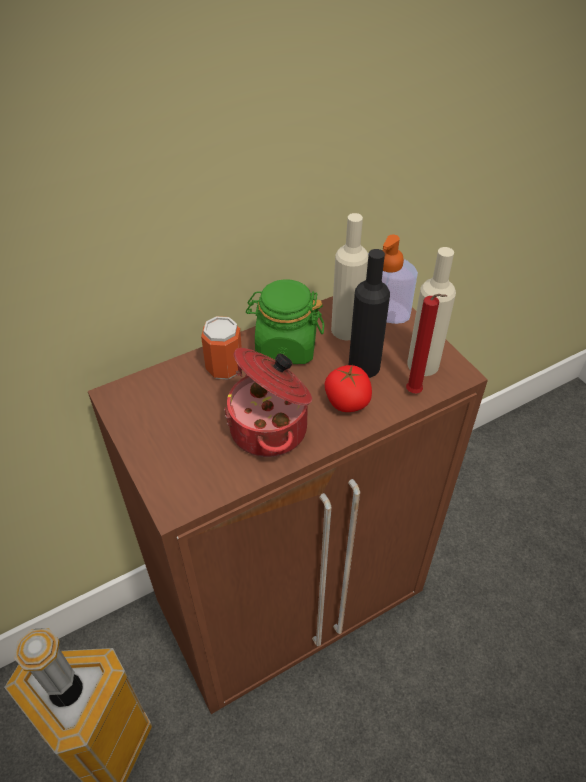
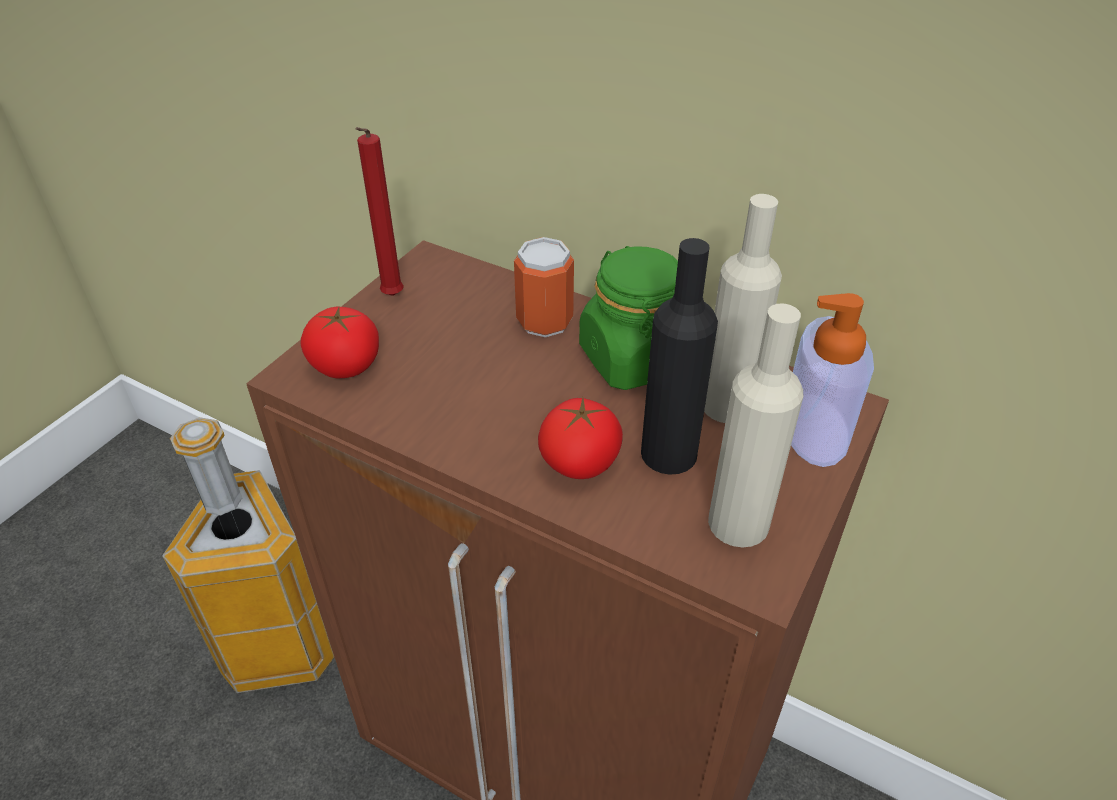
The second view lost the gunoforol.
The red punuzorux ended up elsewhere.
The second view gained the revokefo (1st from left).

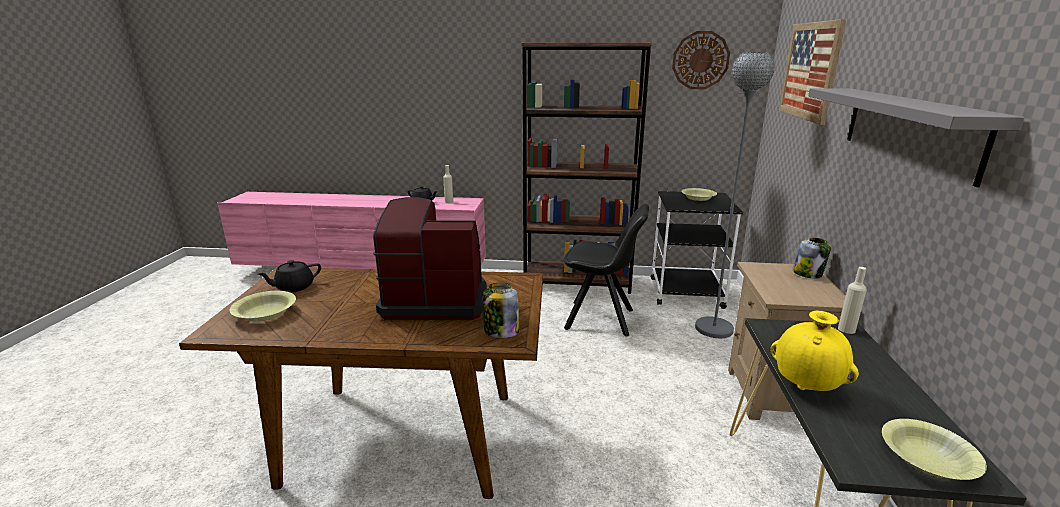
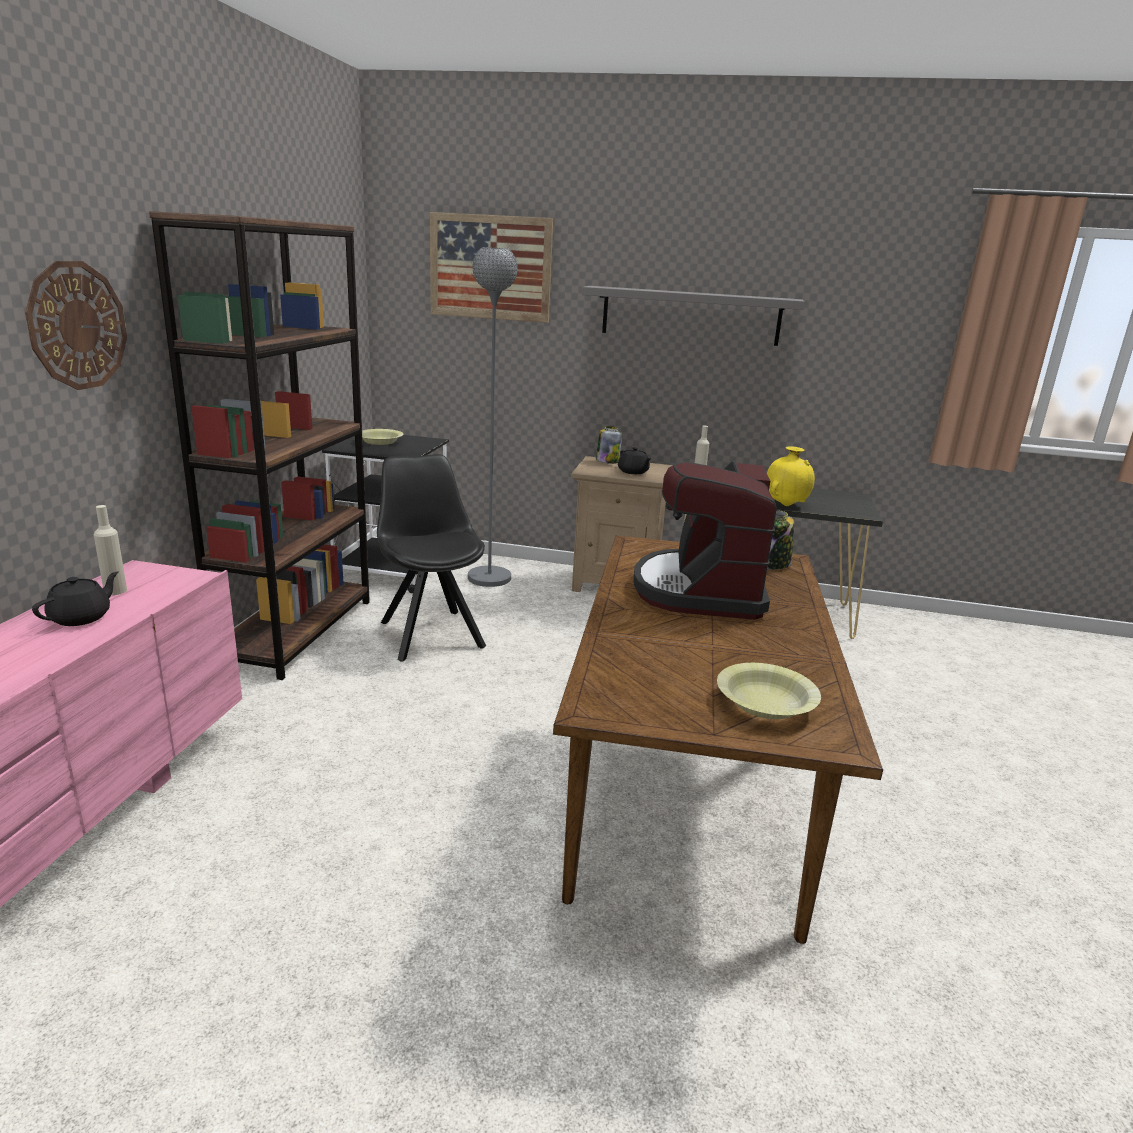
The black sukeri (1st from left in the first image) ended up elsewhere.
The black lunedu ended up facing another way, 45 degrees counterclockwise from before.
The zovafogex ended up elsewhere.
The second view lost the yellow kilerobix (3rd from left).

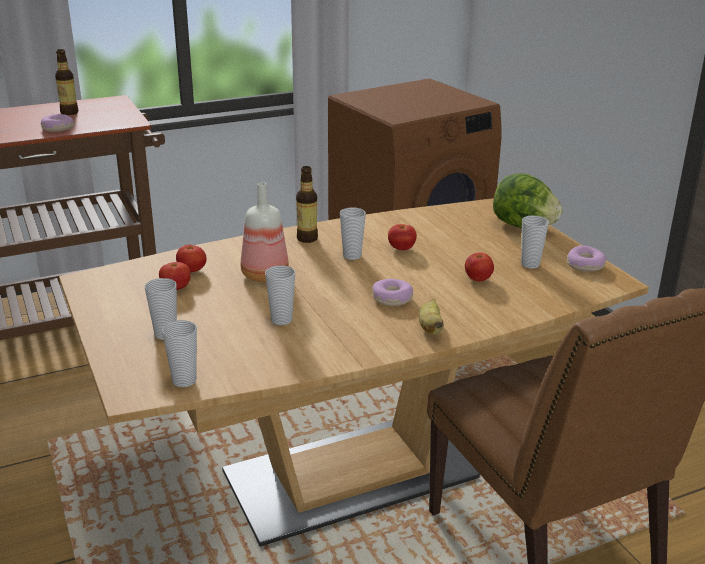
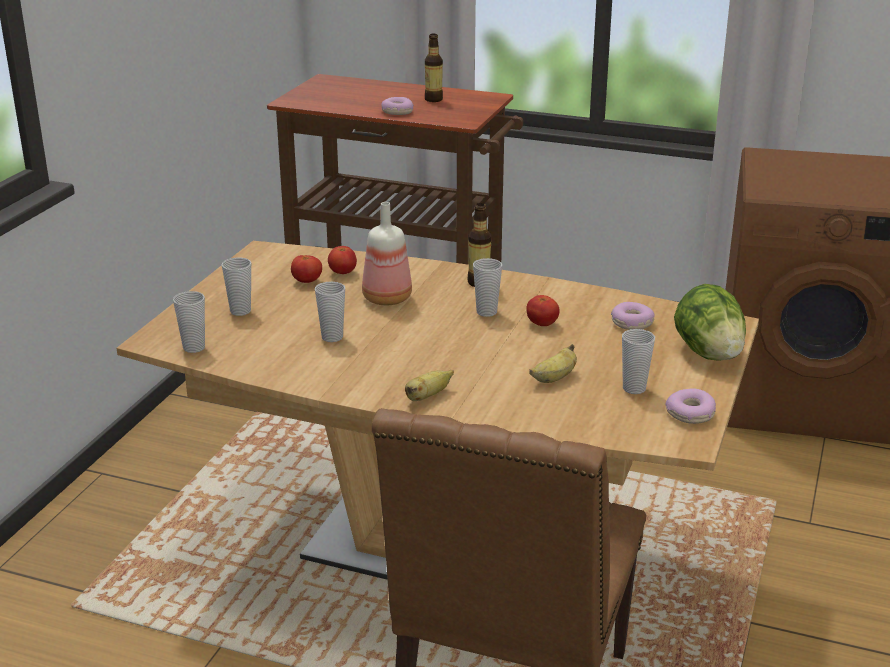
The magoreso (2nd from left) ended up elsewhere.
Where the revokefo (4th from left) stood, the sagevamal (2nd from left) came to stand.

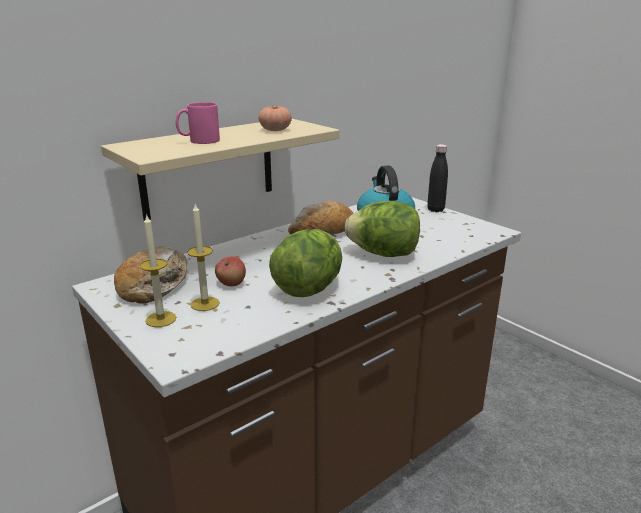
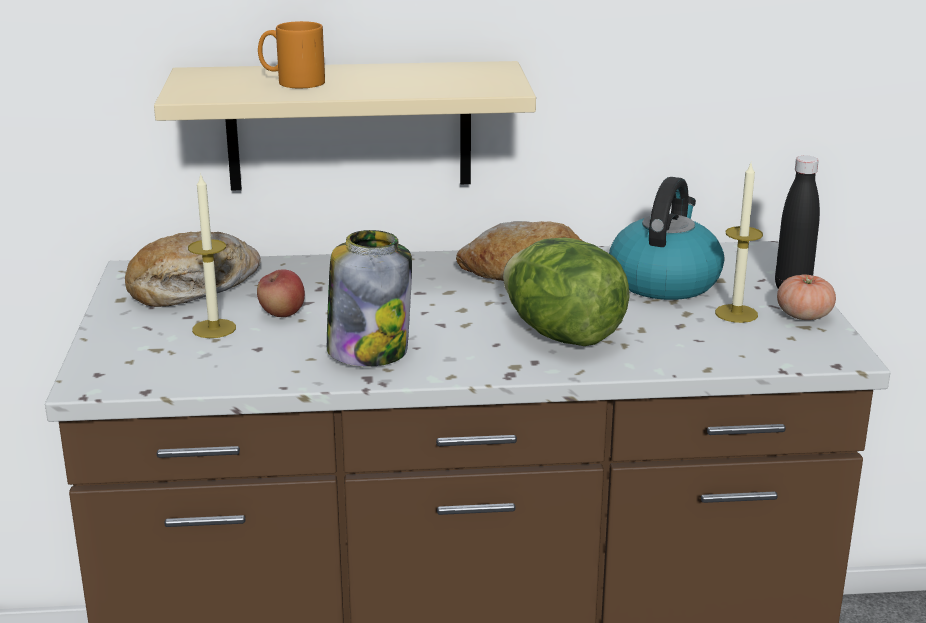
The punuzorux (1st from left in the first image) ended up elsewhere.
What was the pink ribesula turned into the orange ribesula.
The revokefo ended up elsewhere.
Where the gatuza (1st from left) stood, the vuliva came to stand.

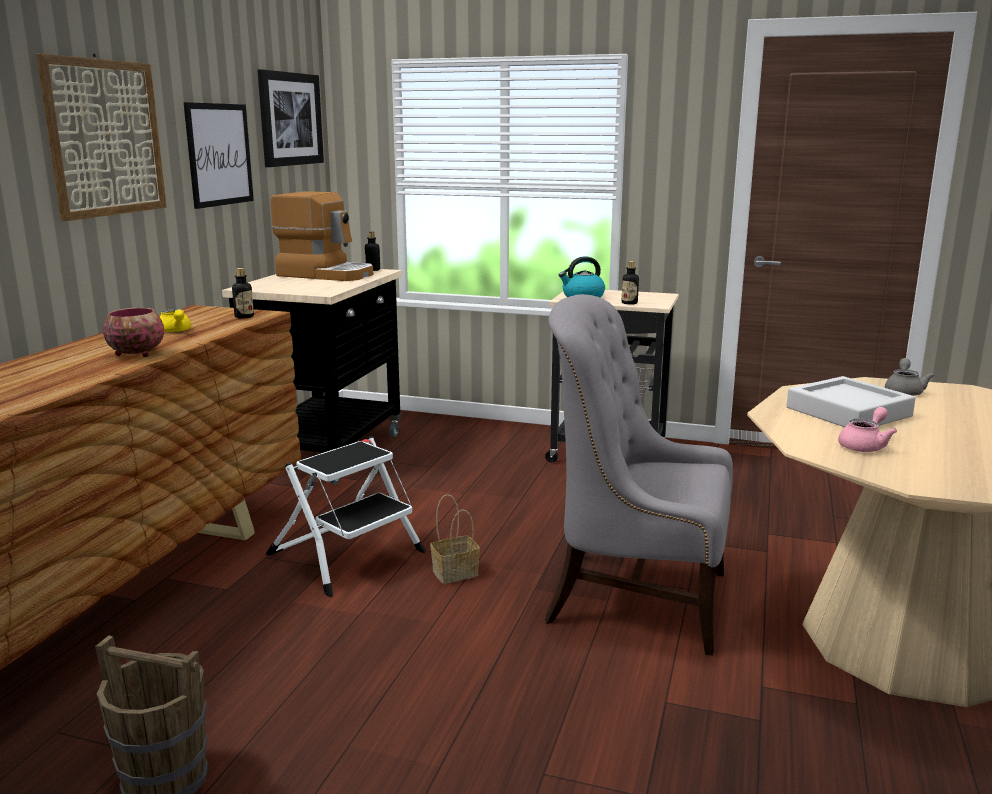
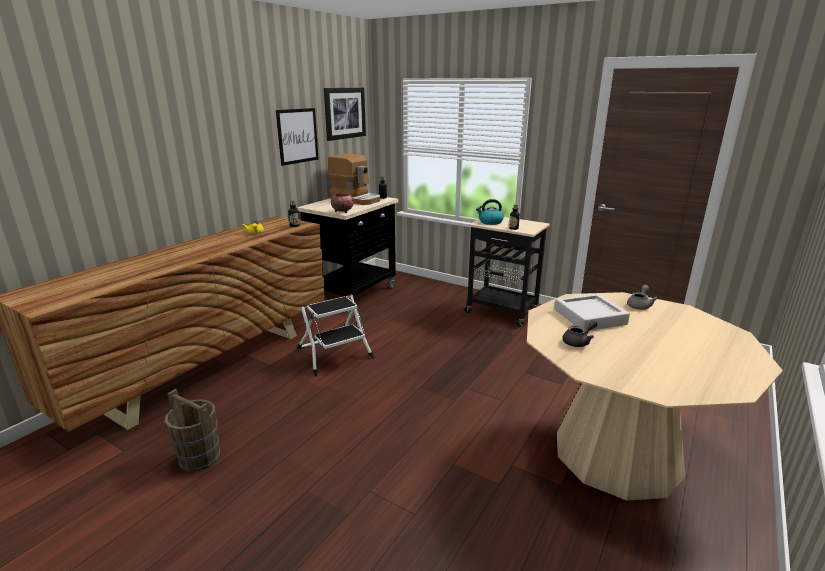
The second view lost the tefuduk (1st from left).
The kilerobix ended up elsewhere.
The second view lost the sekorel.
The second view lost the grey lunedu.
What was the pink sukeri turned into the grey sukeri (1st from left).

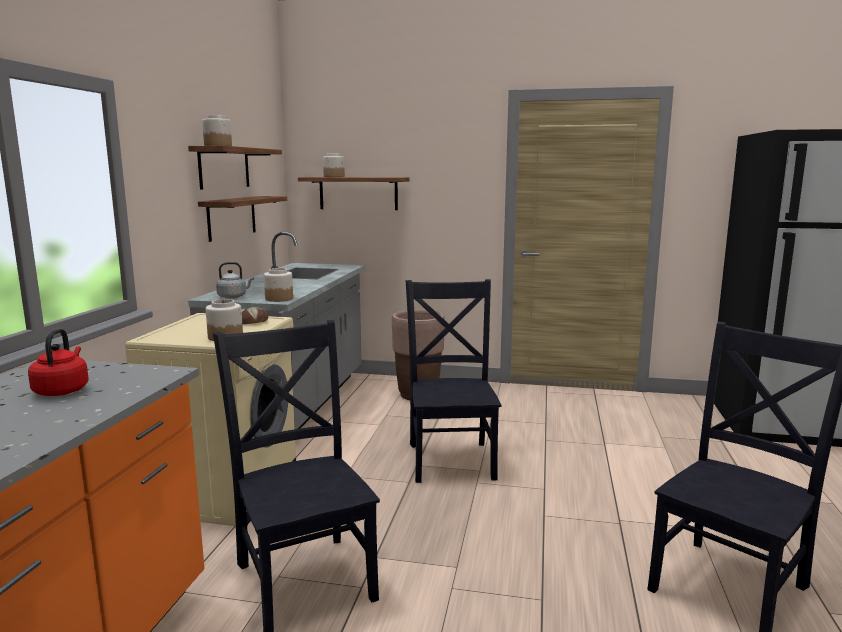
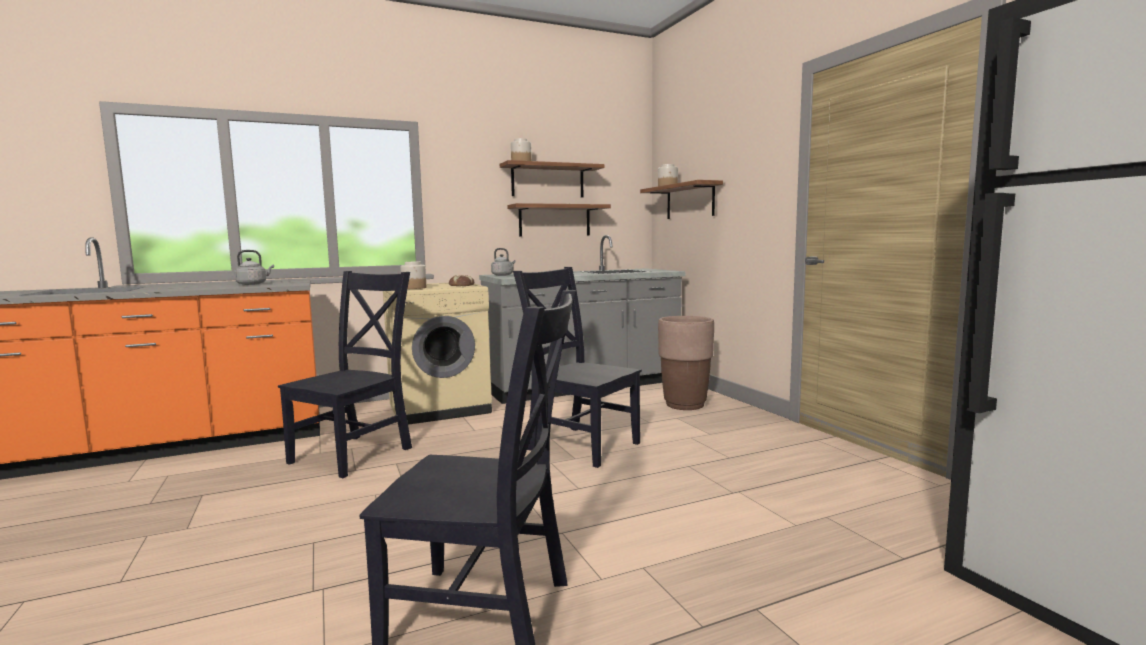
What was the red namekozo turned into the grey namekozo (1st from left).
The second view lost the vuliva (3rd from left).
The black lunedu (2nd from left in the first image) ended up facing another way, 105 degrees counterclockwise from before.

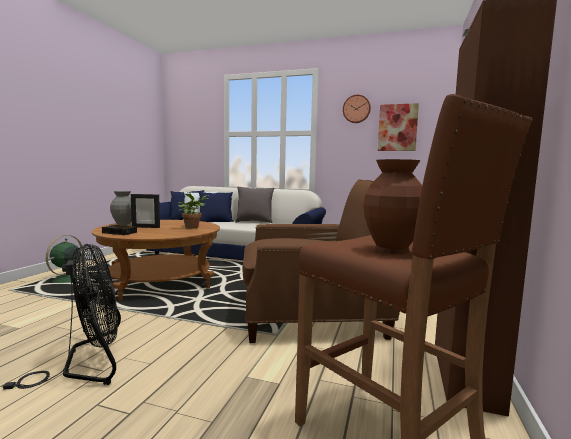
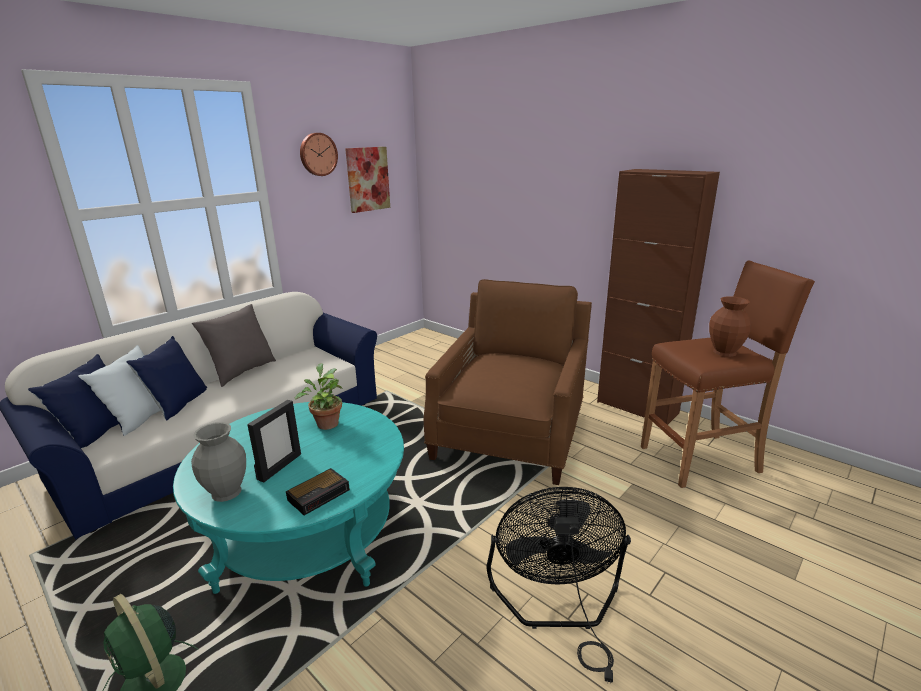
What was the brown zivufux turned into the turquoise zivufux.

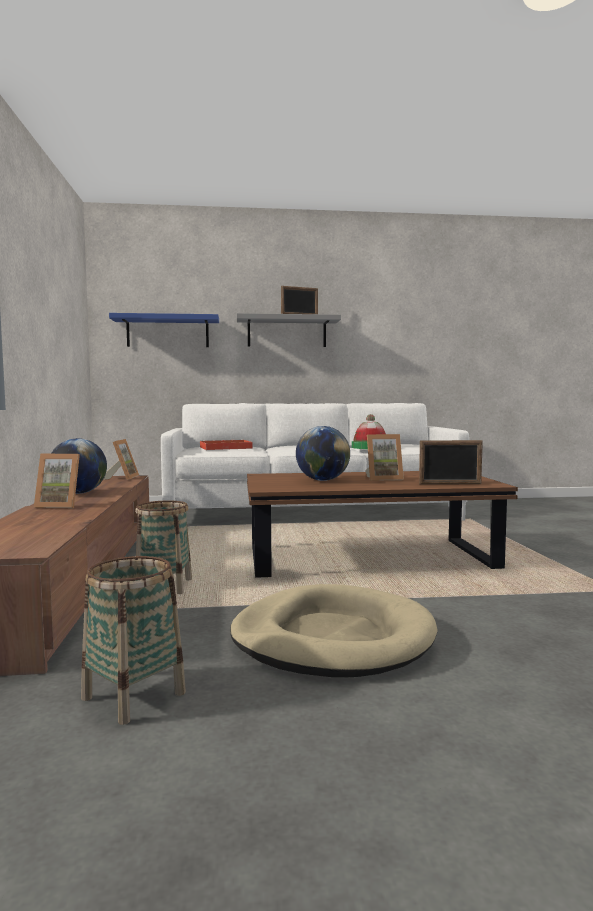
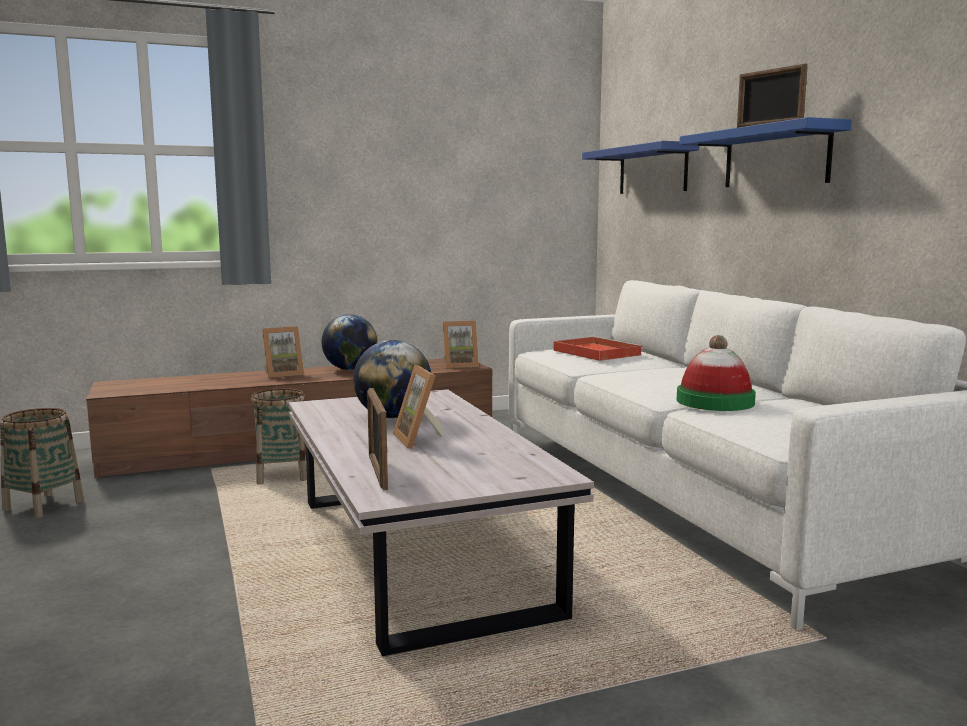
The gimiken (1st from left) ended up facing another way, 105 degrees counterclockwise from before.
The second view lost the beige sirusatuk.
What was the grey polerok turned into the blue polerok (2nd from left).
What was the brown zivufux turned into the white zivufux.

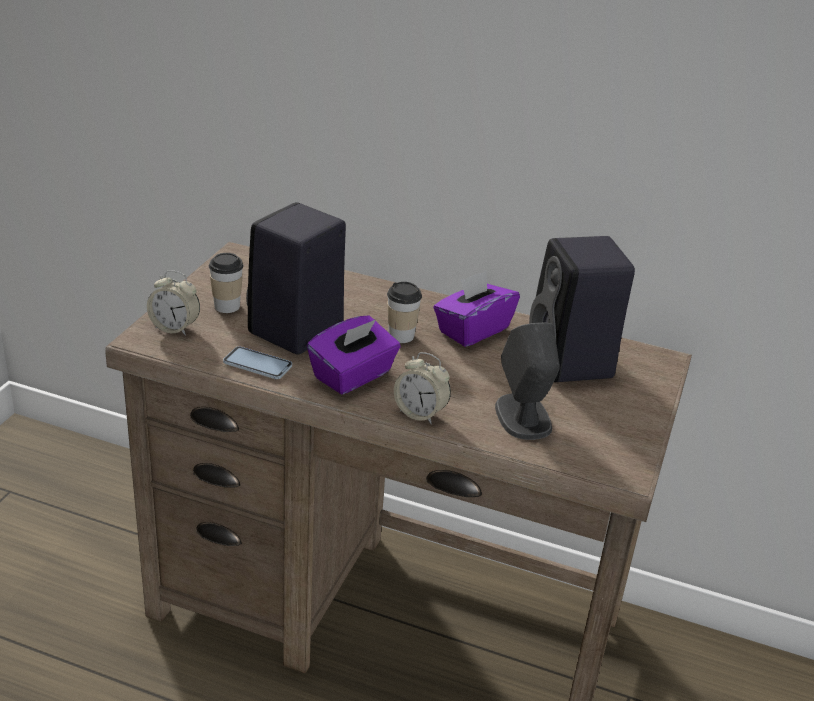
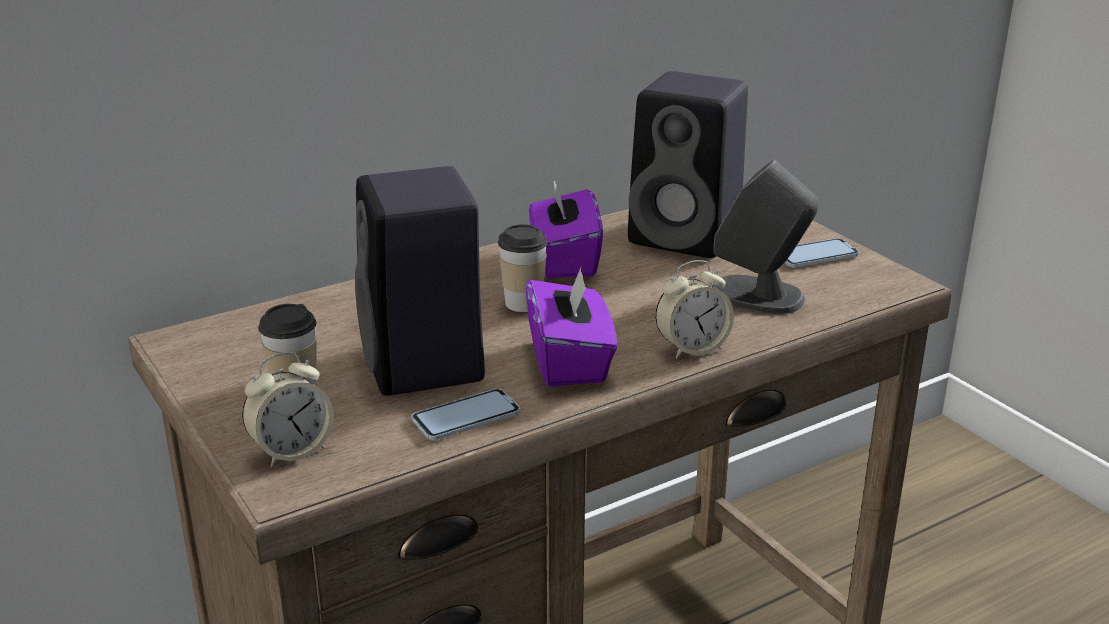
The second view gained the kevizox (2nd from left).

